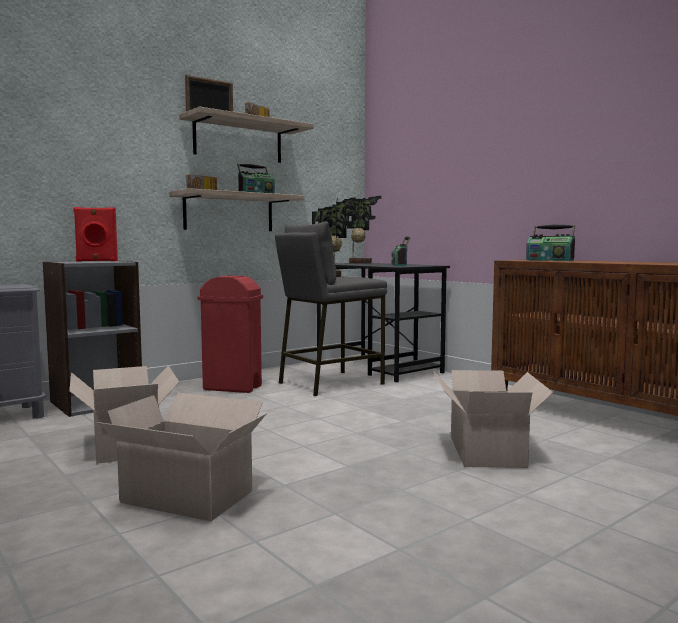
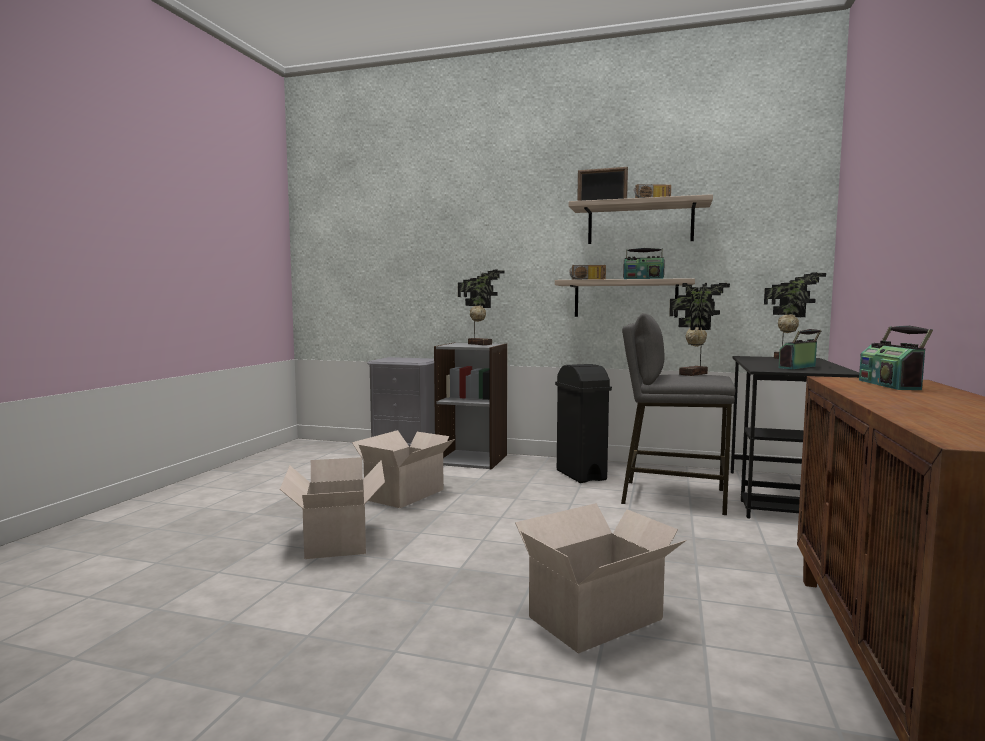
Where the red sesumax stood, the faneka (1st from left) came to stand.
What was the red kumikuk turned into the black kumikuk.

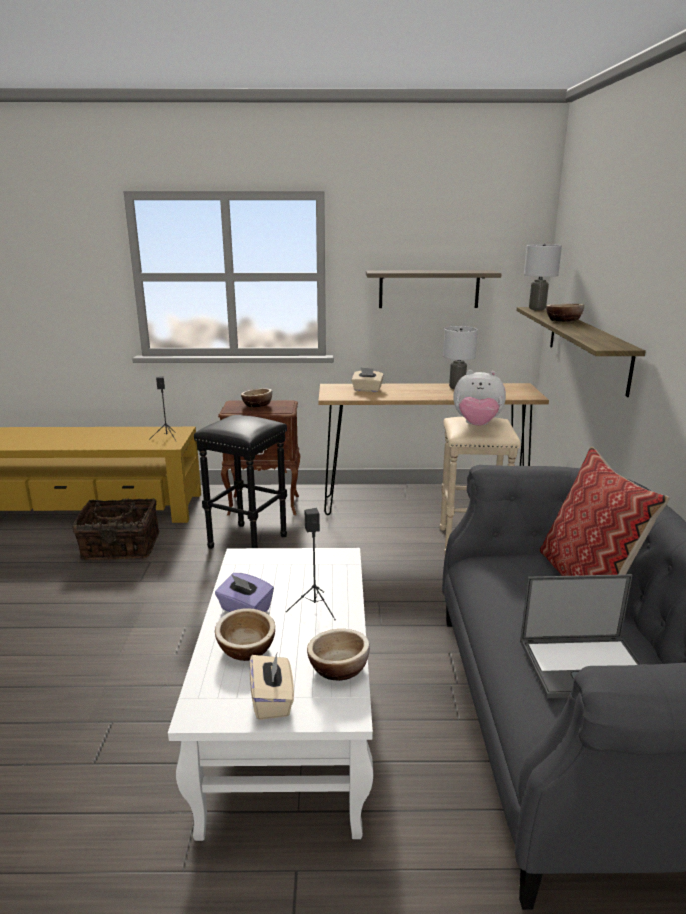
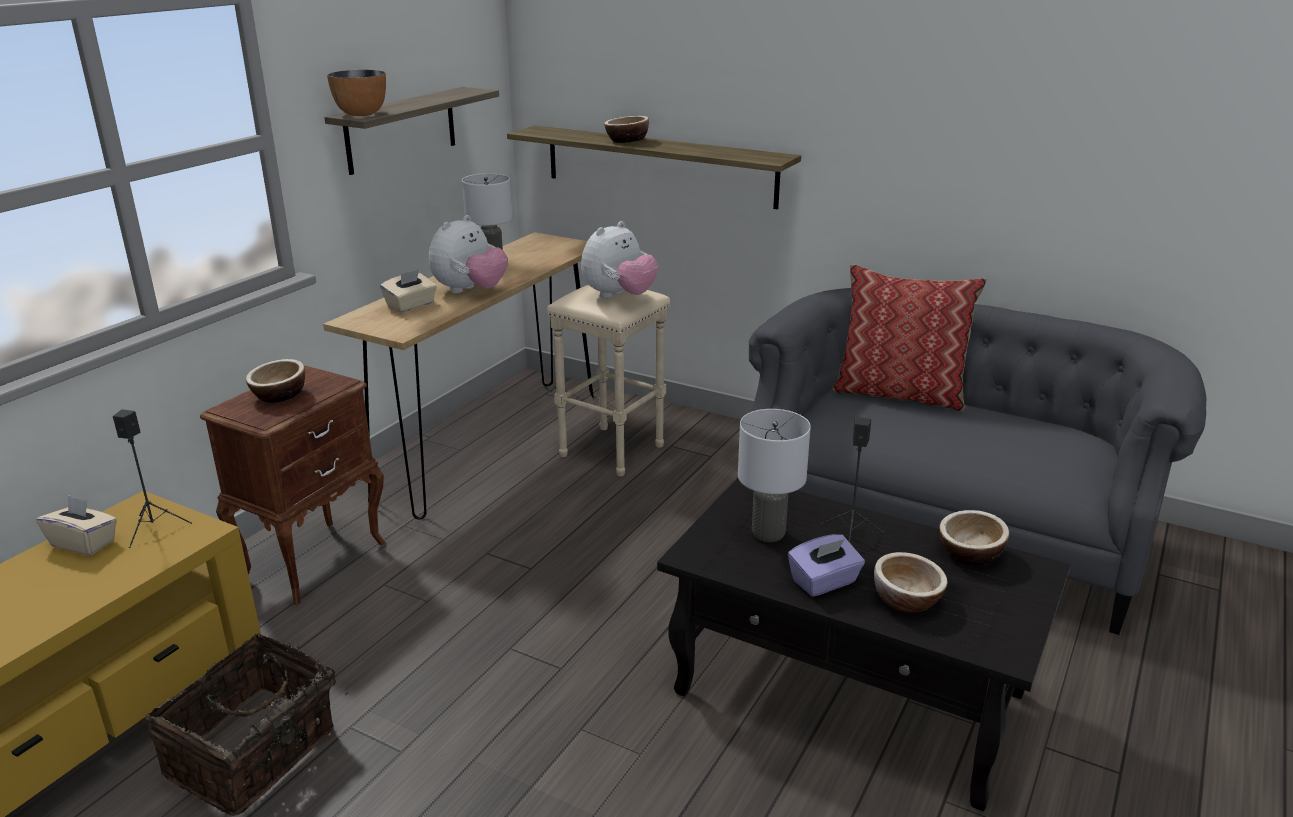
What was the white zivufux turned into the black zivufux.
The second view lost the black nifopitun.
The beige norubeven (1st from left) ended up elsewhere.
The second view lost the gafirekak.
The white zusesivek (2nd from left) ended up elsewhere.
The second view gained the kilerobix (2nd from left).
The second view gained the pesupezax (1st from left).

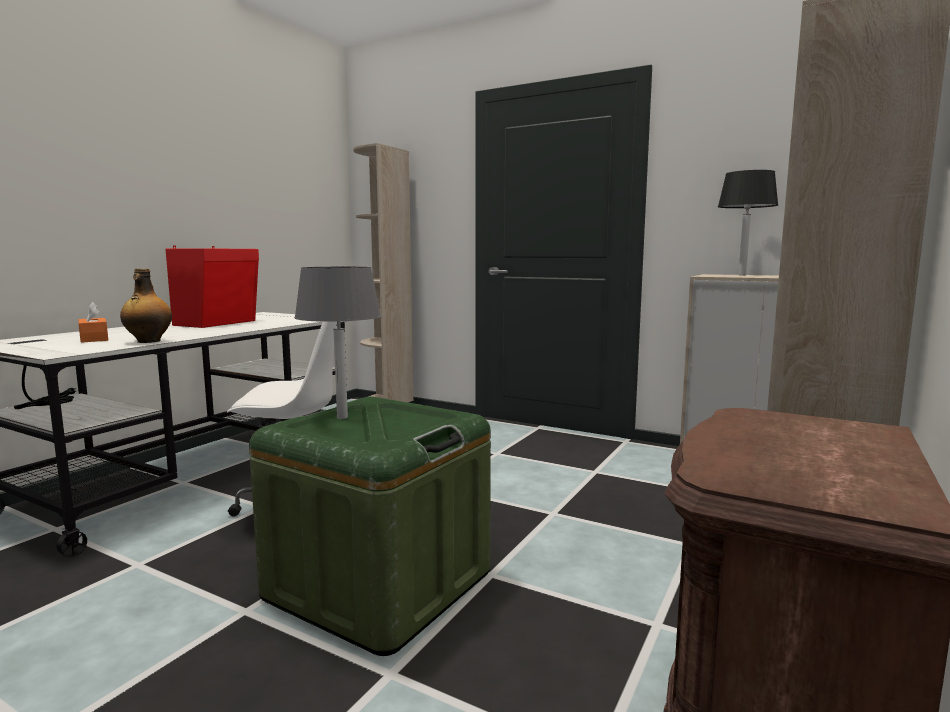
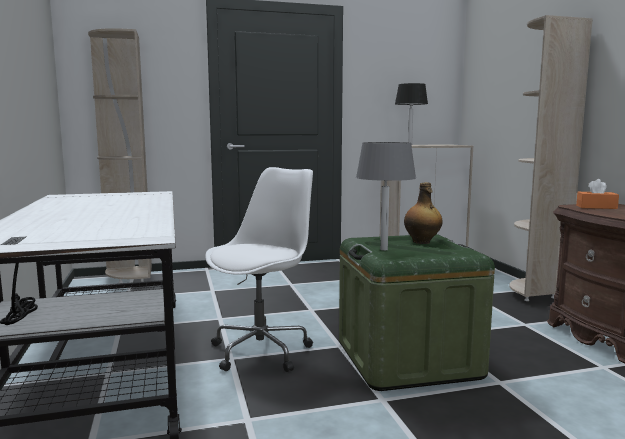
The orange norubeven ended up elsewhere.
The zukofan ended up elsewhere.
The second view lost the red sesumax.

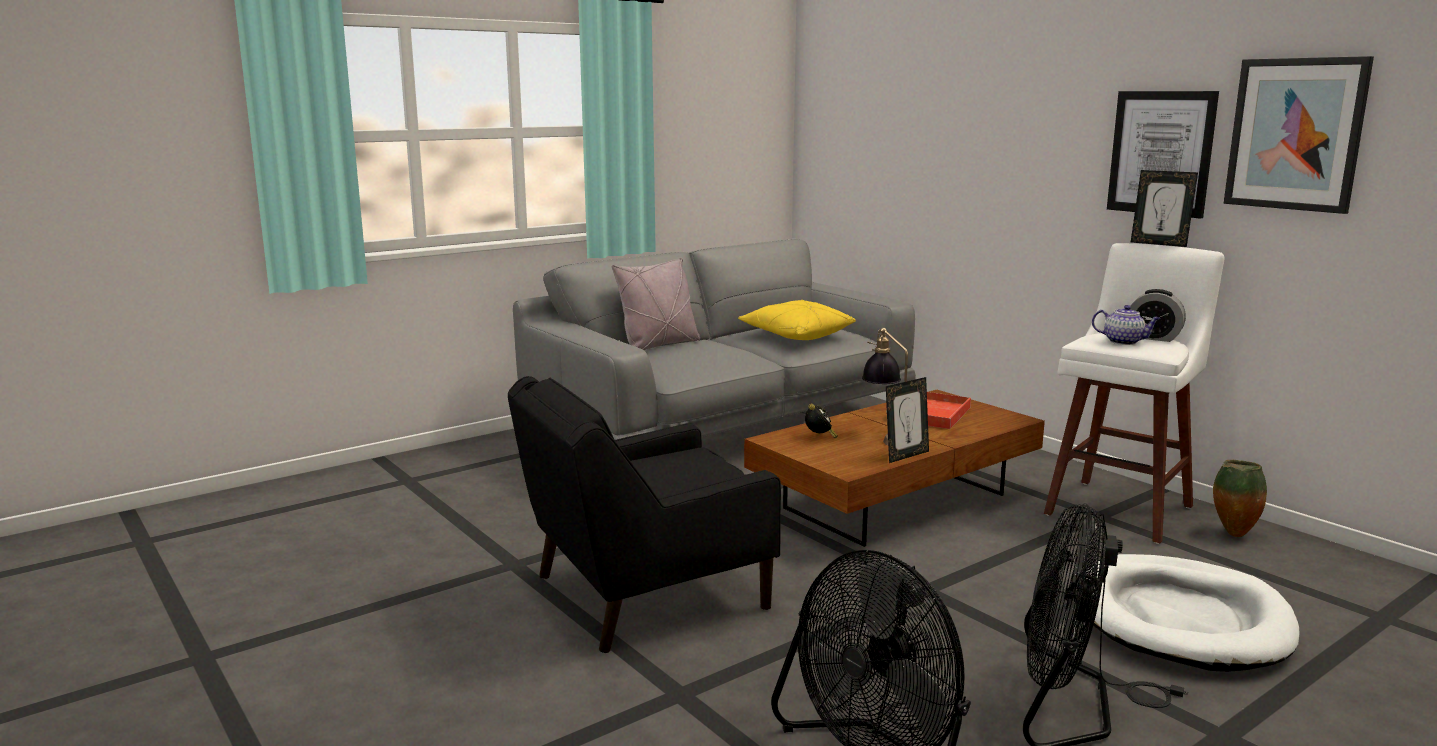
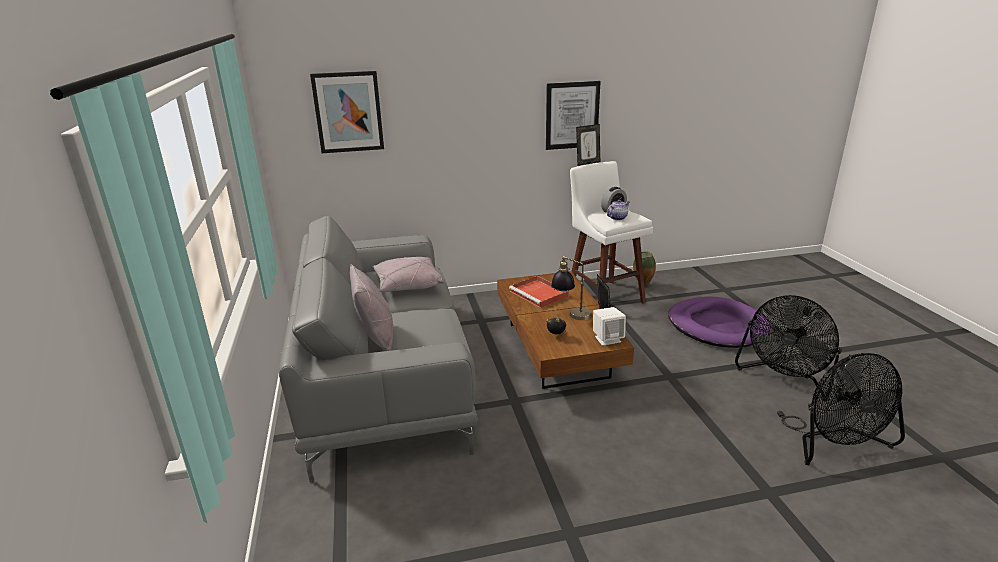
The second view lost the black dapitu.
What was the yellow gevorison turned into the purple gevorison (2nd from left).
What was the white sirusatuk turned into the purple sirusatuk.
The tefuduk (2nd from left in the first image) ended up elsewhere.
The second view gained the white sesumax.

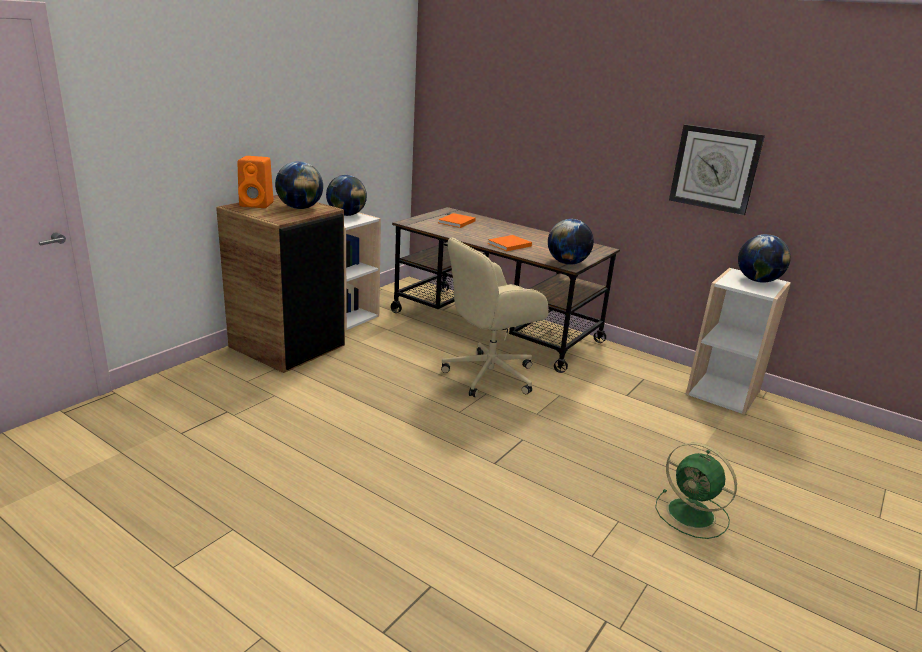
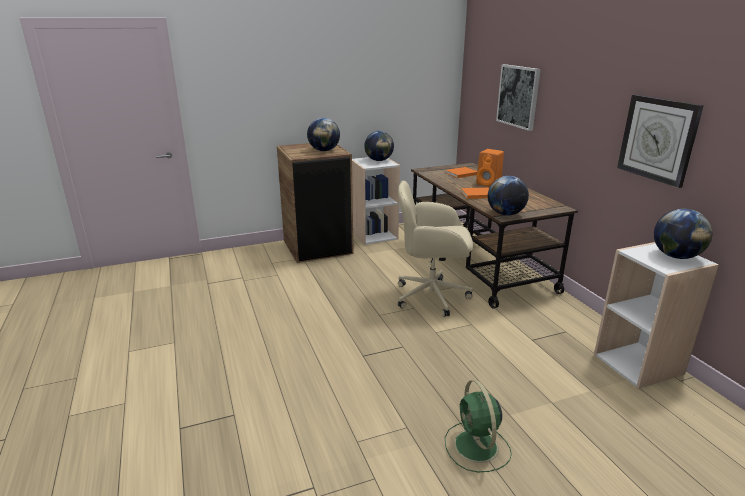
The orange sesumax ended up elsewhere.
The second view gained the tefuduk.

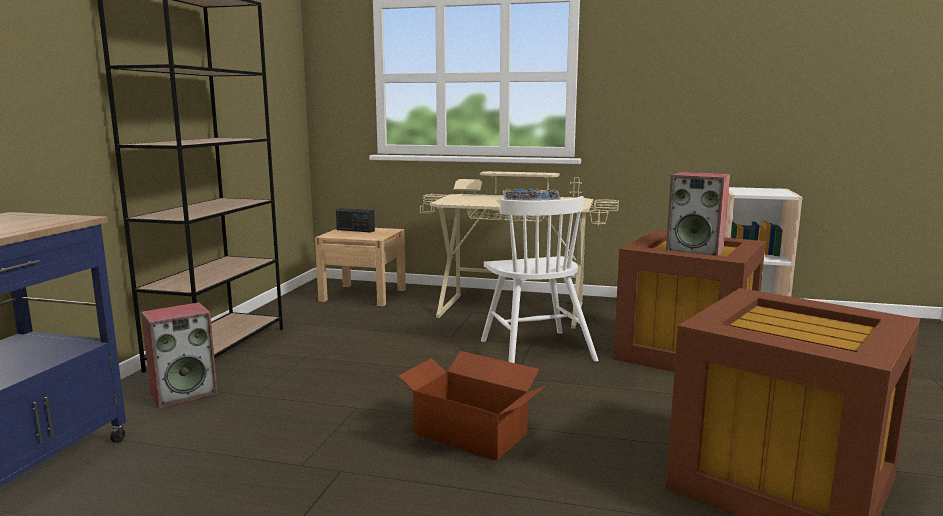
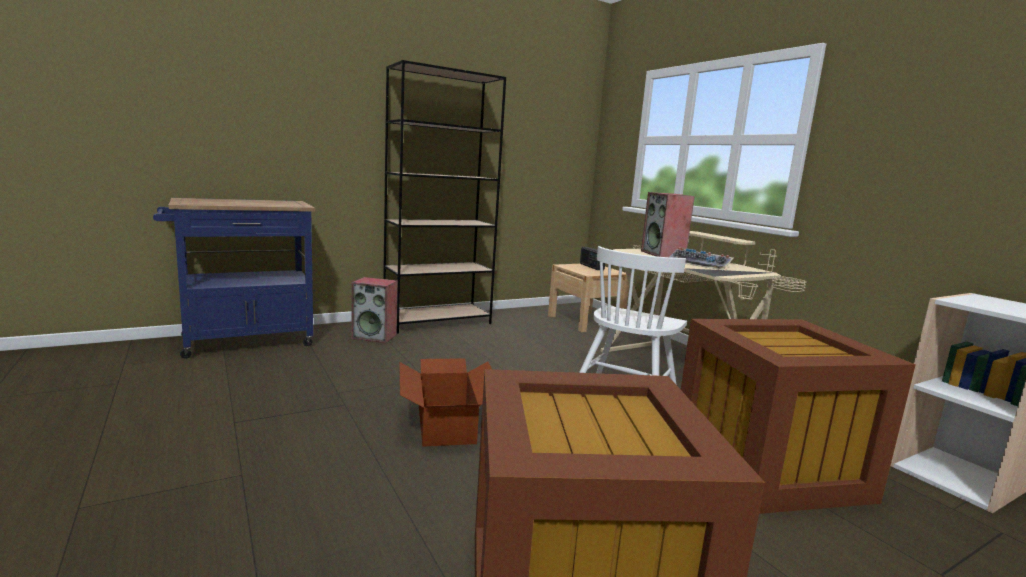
The sesumax (2nd from left) ended up elsewhere.

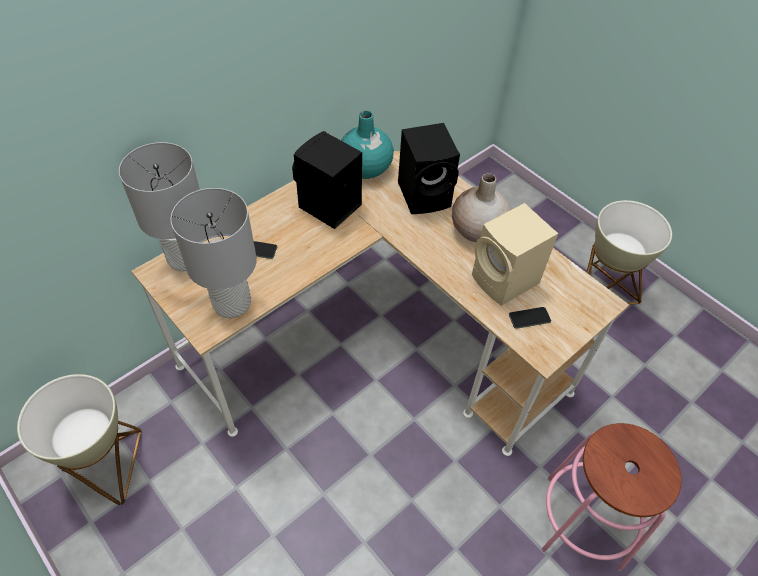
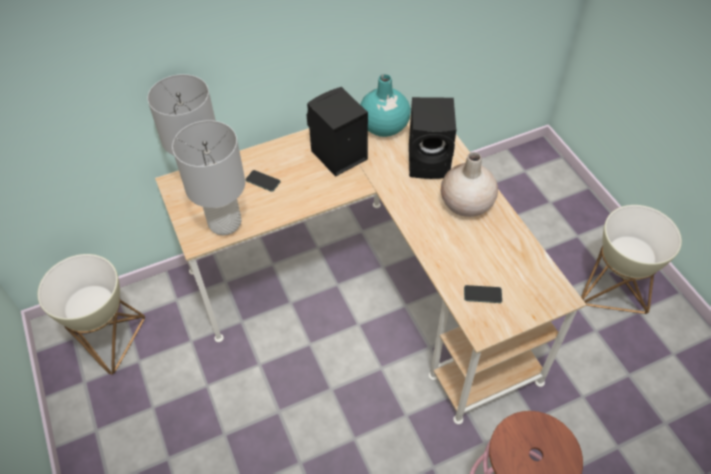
The second view lost the beige sesumax.

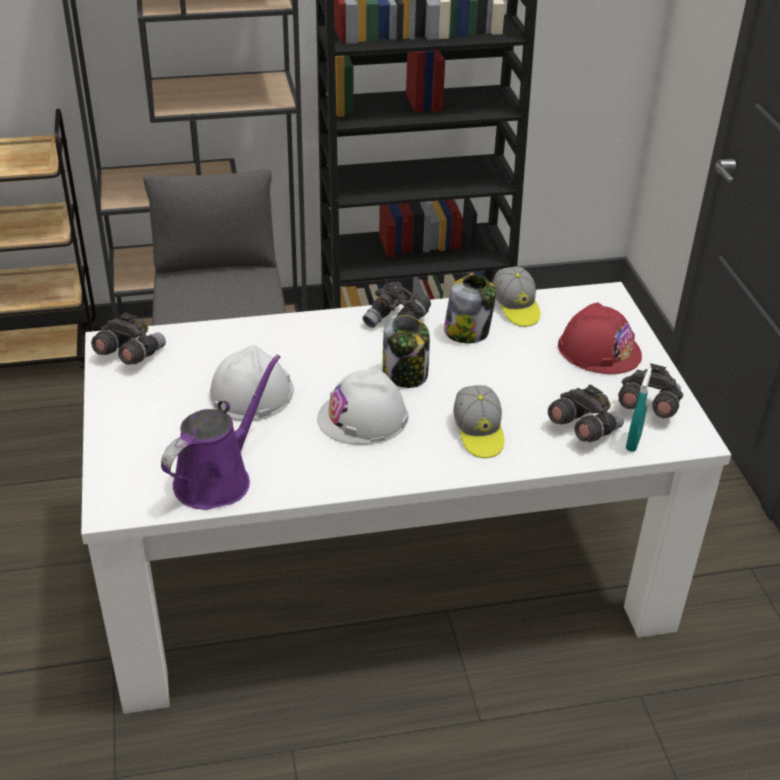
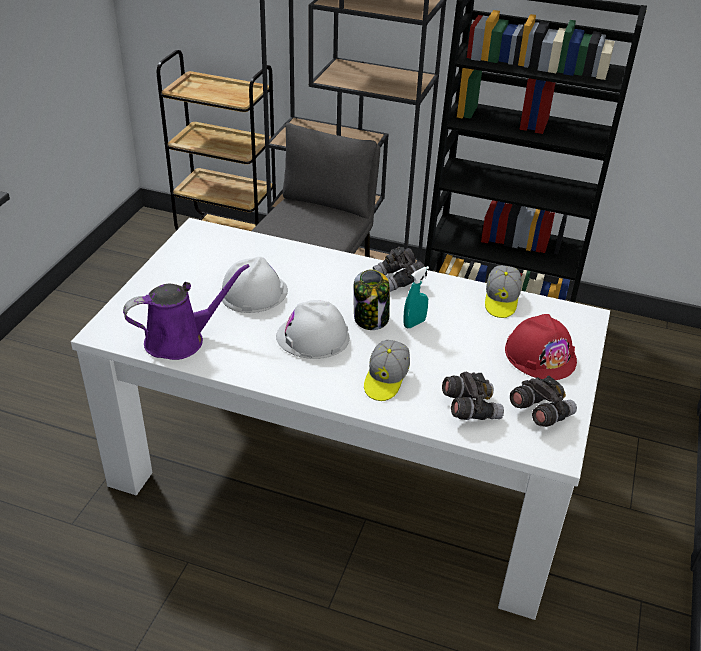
The second view lost the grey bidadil (1st from left).
The second view lost the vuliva (2nd from left).
The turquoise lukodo ended up elsewhere.

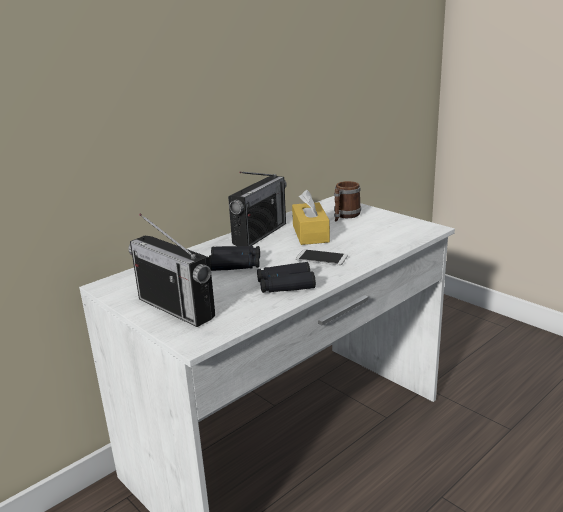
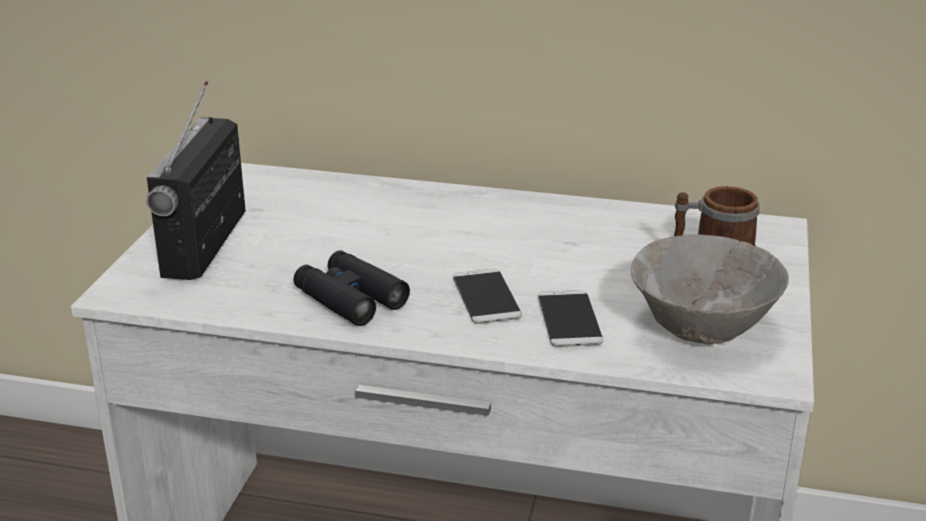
The second view lost the black bidadil (1st from left).
The second view lost the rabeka (2nd from left).
The second view lost the yellow norubeven.
The second view gained the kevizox (2nd from left).
The second view gained the grey kilerobix.

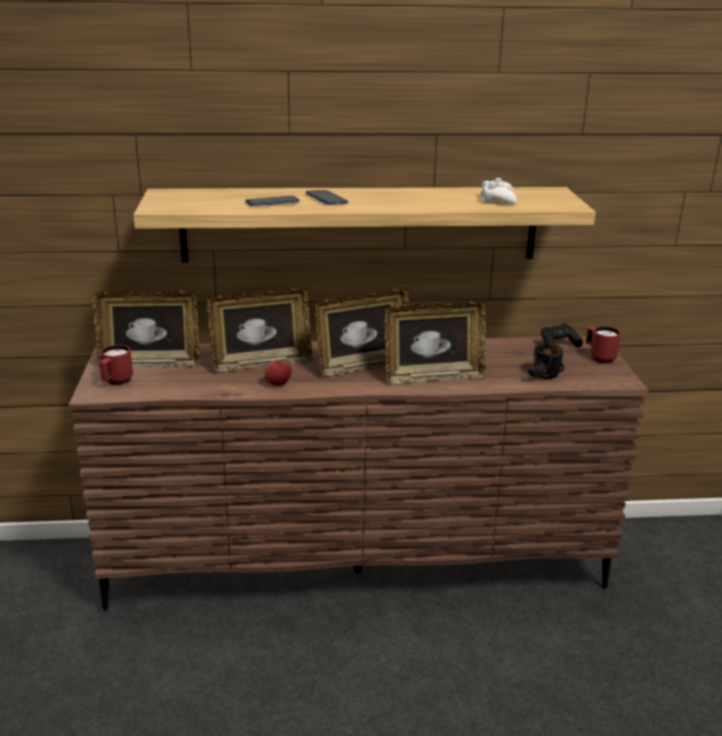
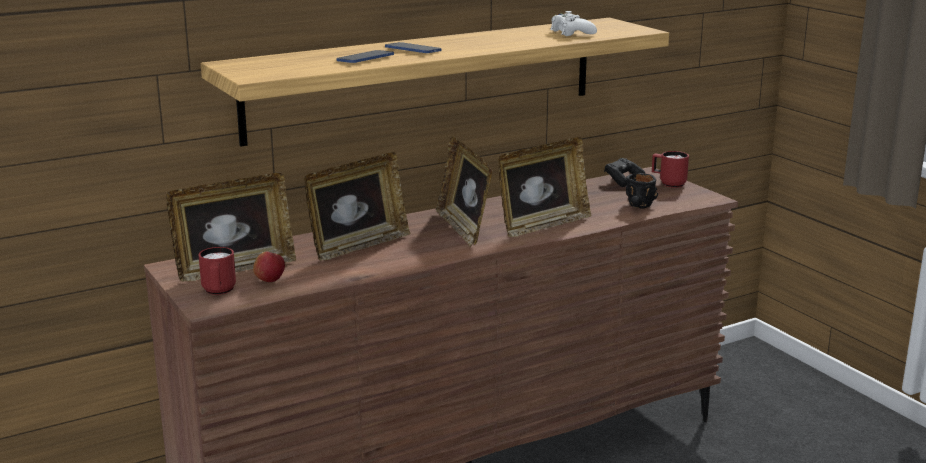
The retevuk ended up elsewhere.
The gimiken (3rd from left) ended up facing another way, 120 degrees clockwise from before.

